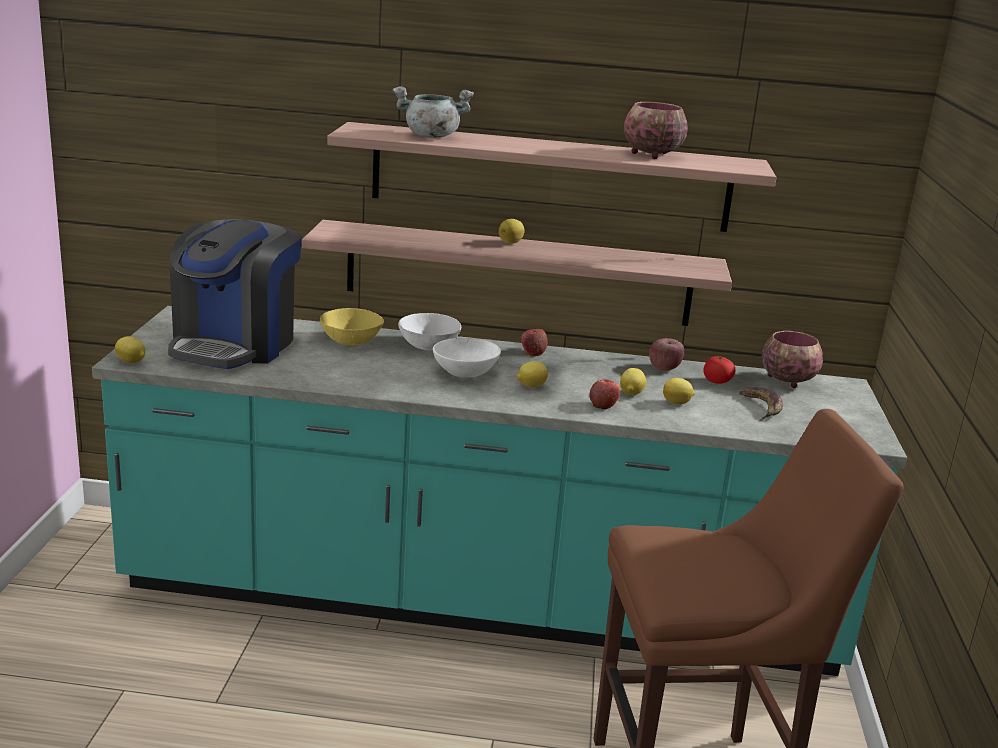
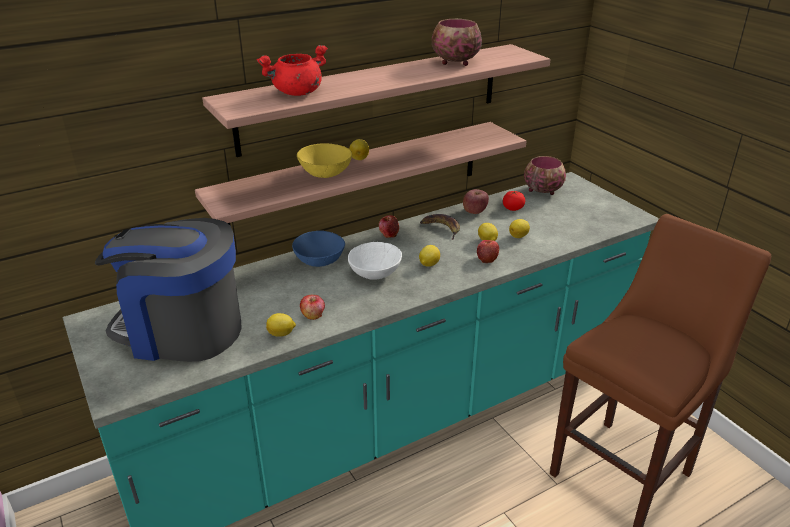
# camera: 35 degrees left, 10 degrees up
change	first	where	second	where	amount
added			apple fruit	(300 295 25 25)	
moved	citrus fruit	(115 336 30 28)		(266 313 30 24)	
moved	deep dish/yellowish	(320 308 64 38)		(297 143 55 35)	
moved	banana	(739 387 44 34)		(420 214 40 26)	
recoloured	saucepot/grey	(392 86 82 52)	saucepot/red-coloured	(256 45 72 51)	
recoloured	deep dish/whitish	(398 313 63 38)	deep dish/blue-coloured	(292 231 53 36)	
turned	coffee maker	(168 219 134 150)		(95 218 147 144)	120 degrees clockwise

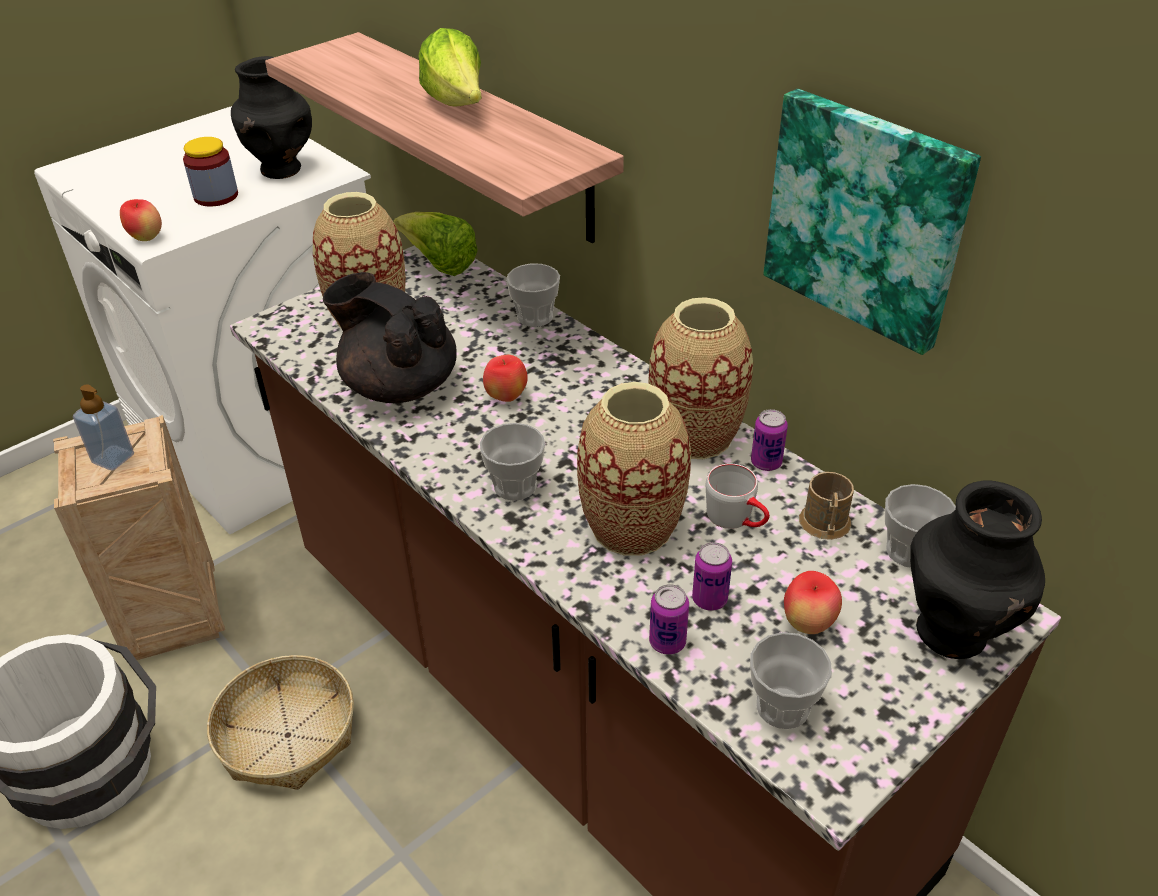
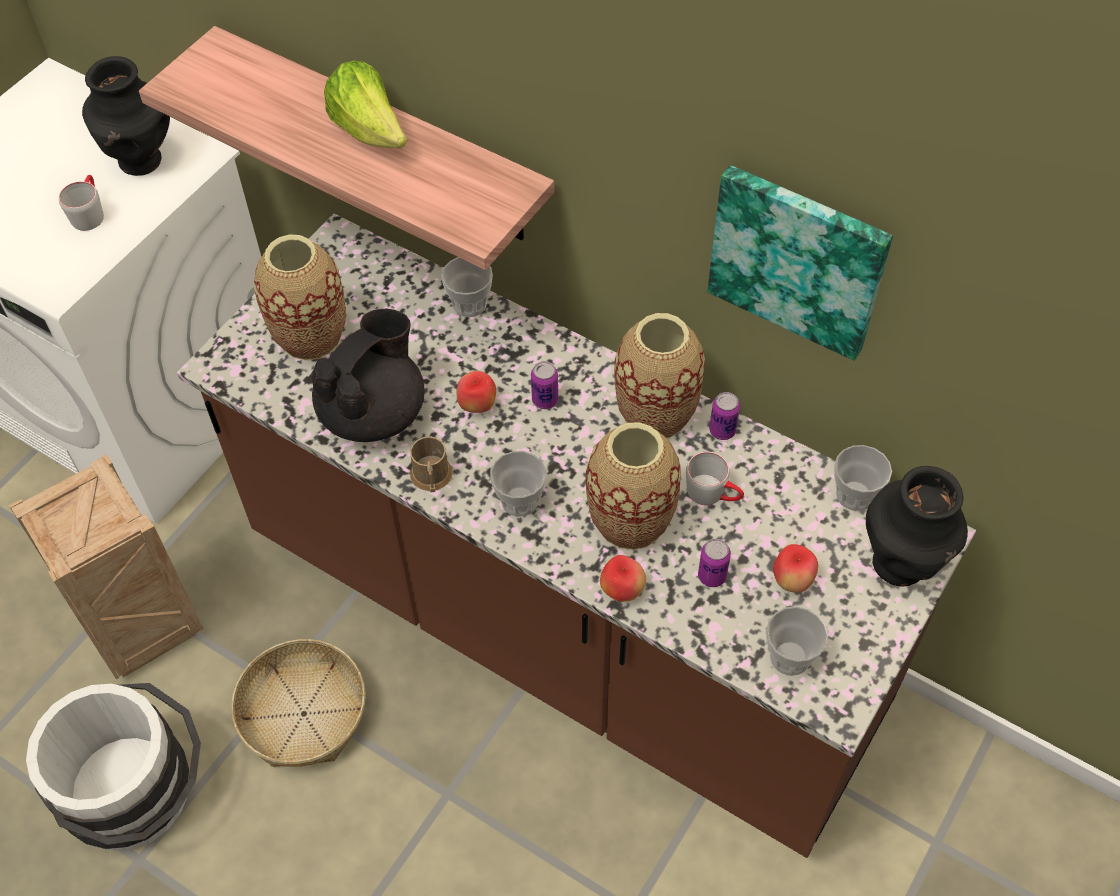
# camera: 15 degrees left, 15 degrees up
change	first	where	second	where	amount
removed	soap dispenser	(73 384 61 87)			
removed	head of lettuce	(393 212 85 64)			
moved	apple fruit	(120 199 42 42)		(600 555 46 47)	
moved	metal can	(649 584 40 71)		(531 361 27 48)	
moved	tea mug/brownish	(799 472 55 68)		(410 436 43 56)	
replaced	storage jar	(183 137 55 70)	tea mug/grey	(59 175 45 56)	
turned	tea pot/black-coloured	(323 272 134 131)		(311 308 113 134)	105 degrees clockwise

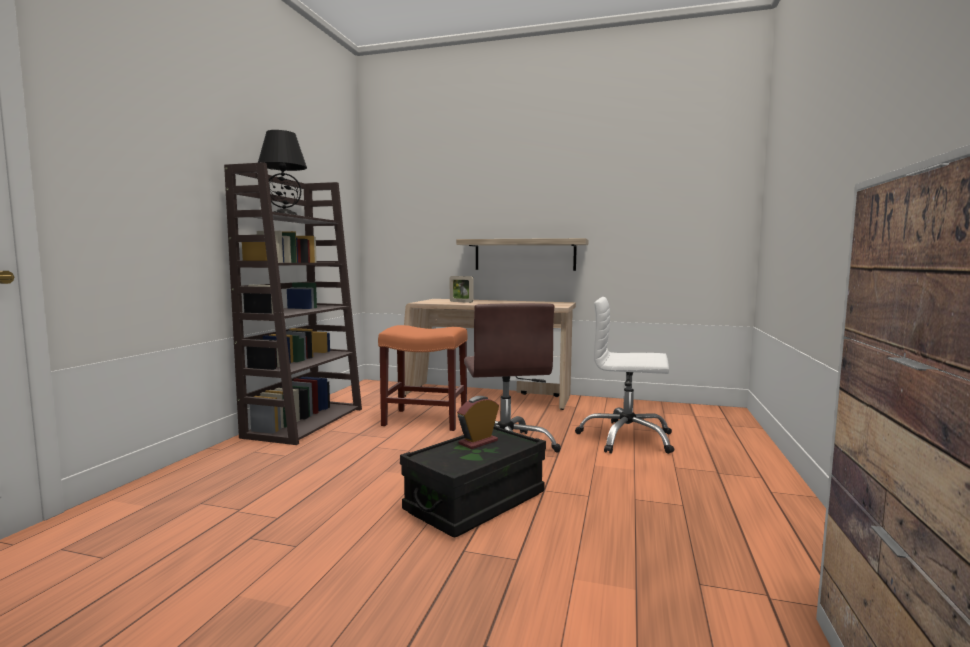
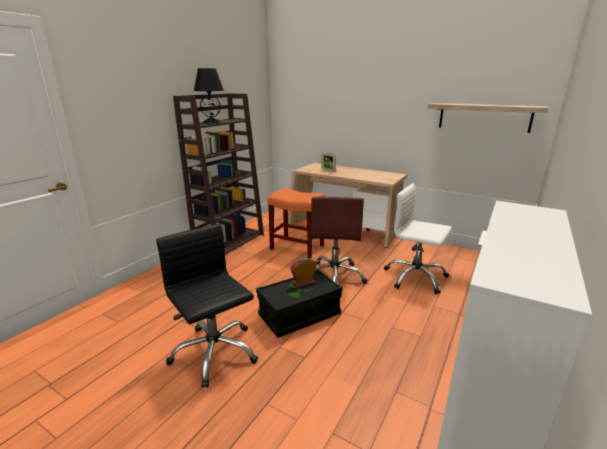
# camera: 15 degrees right, 15 degrees up
change	first	where	second	where	amount
added			office chair/black-coloured	(156 223 102 165)	
moved	wall shelf	(456 238 132 33)		(427 103 121 30)	

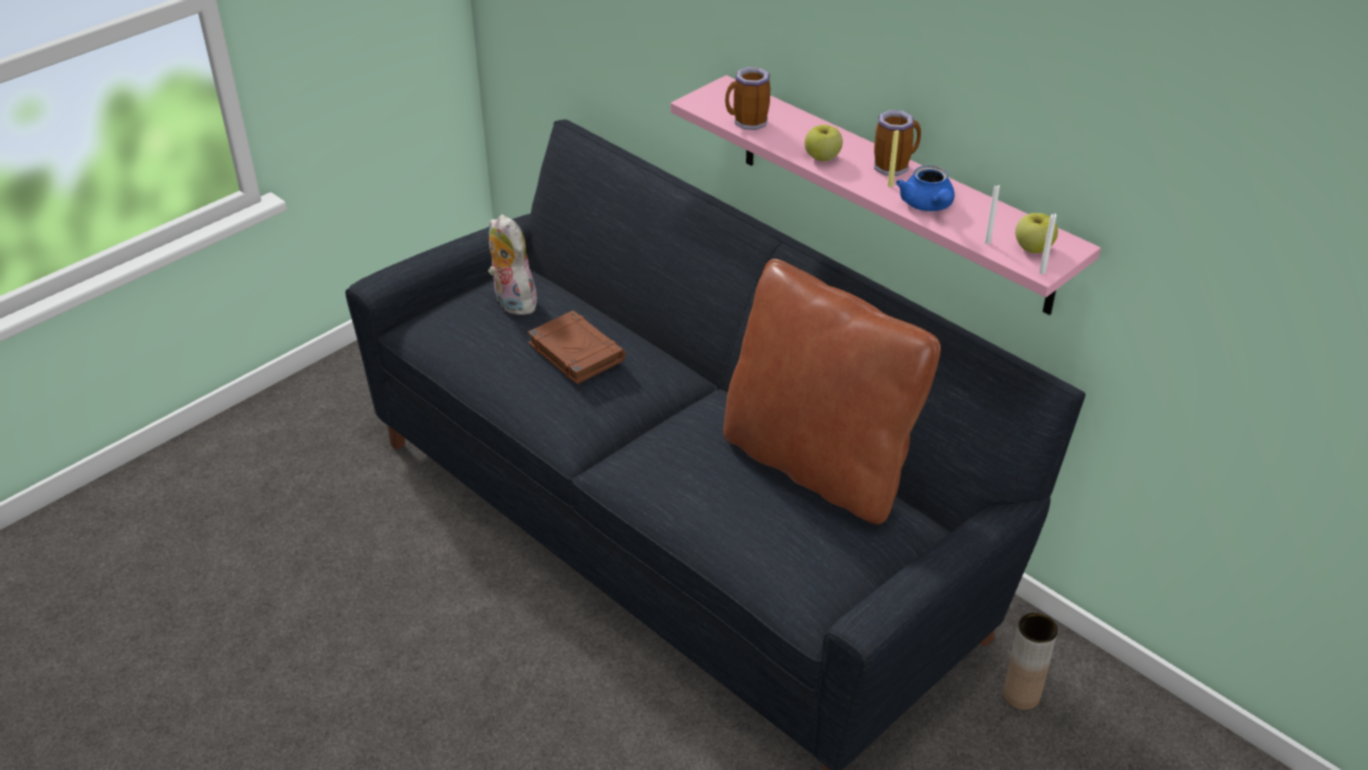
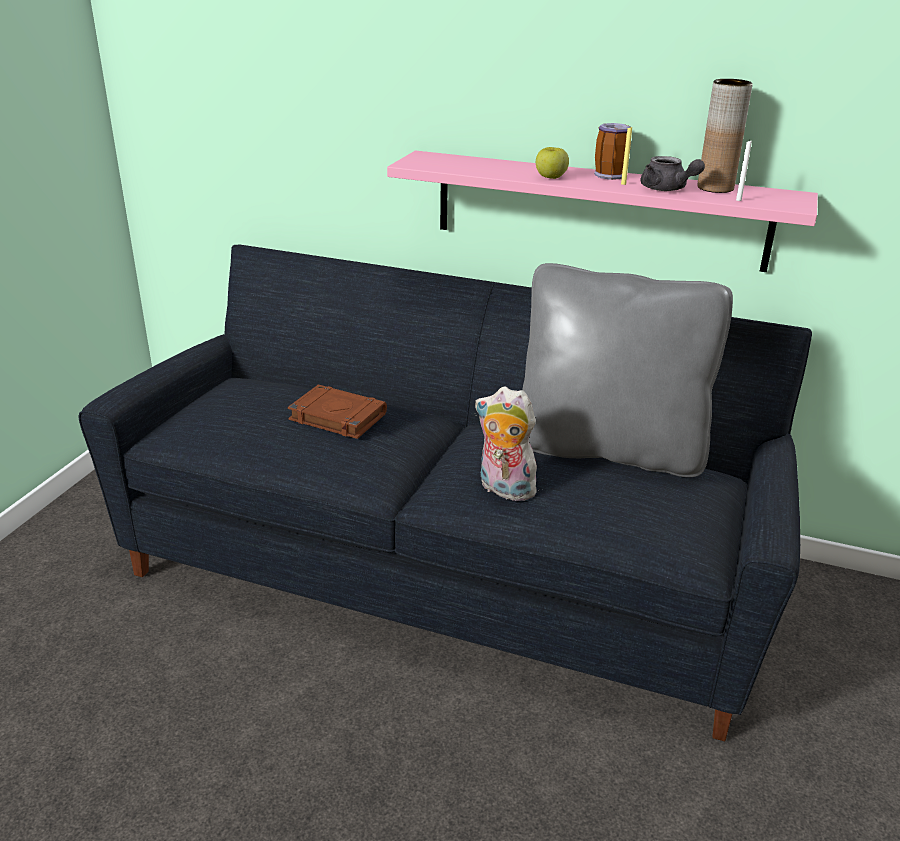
# camera: 25 degrees left, 10 degrees down
change	first	where	second	where	amount
removed	tea mug	(725 67 46 63)			
removed	apple fruit	(1015 213 43 40)			
removed	wax candle/whitish	(1039 213 18 61)			
moved	plush toy	(488 214 50 101)		(475 387 66 114)	
moved	flower vase/brownish	(1003 613 55 97)		(697 79 56 114)	
recoloured	cushion/brownish	(723 259 218 265)	cushion/grey	(522 263 211 214)	
recoloured	tea pot/blue-coloured	(896 165 59 46)	tea pot/grey	(640 156 65 35)	

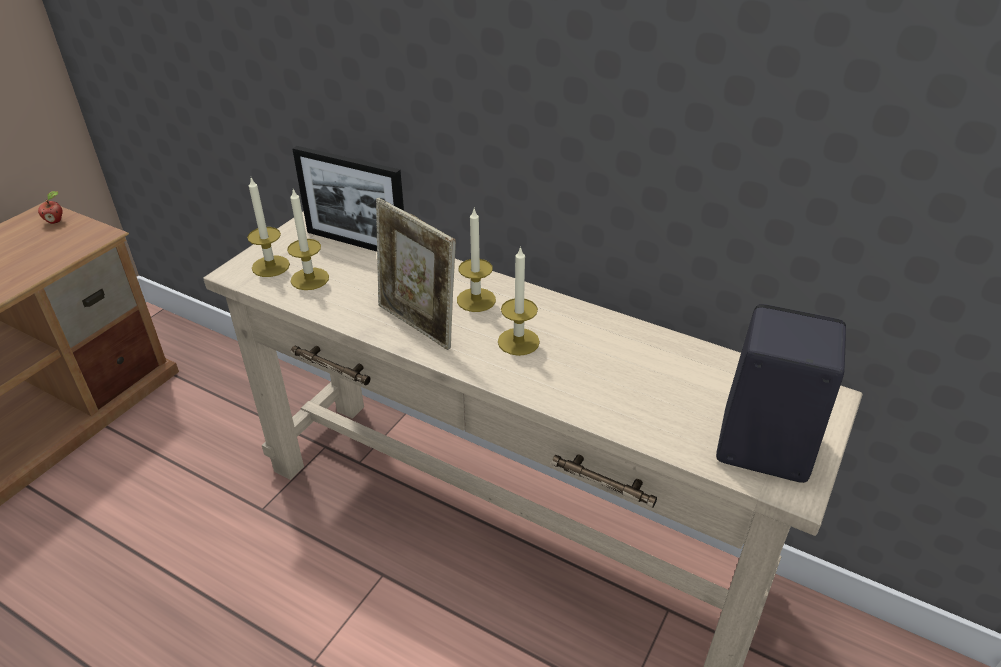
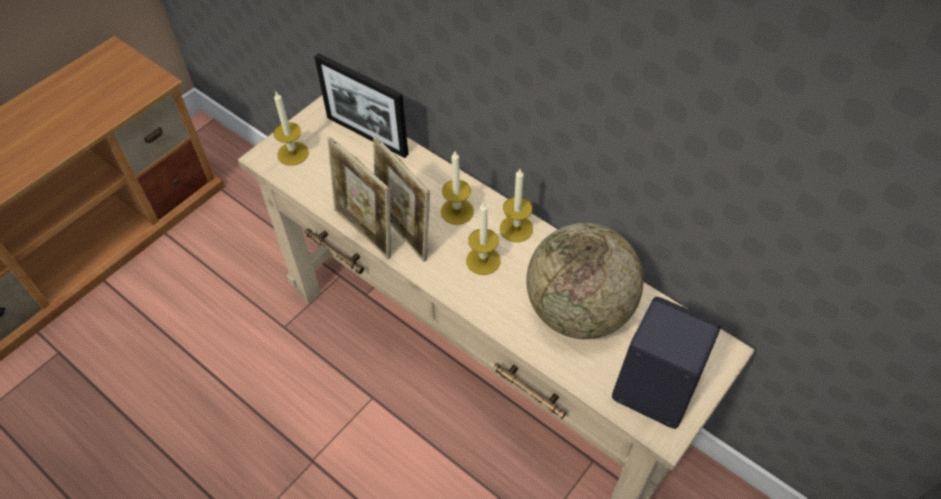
# camera: 10 degrees right, 15 degrees up
change	first	where	second	where	amount
removed	apple fruit	(38 191 25 33)			
added			photo frame	(328 137 63 122)	
added			globe	(526 223 117 116)	
moved	wax candle	(287 189 42 101)		(500 169 33 73)	

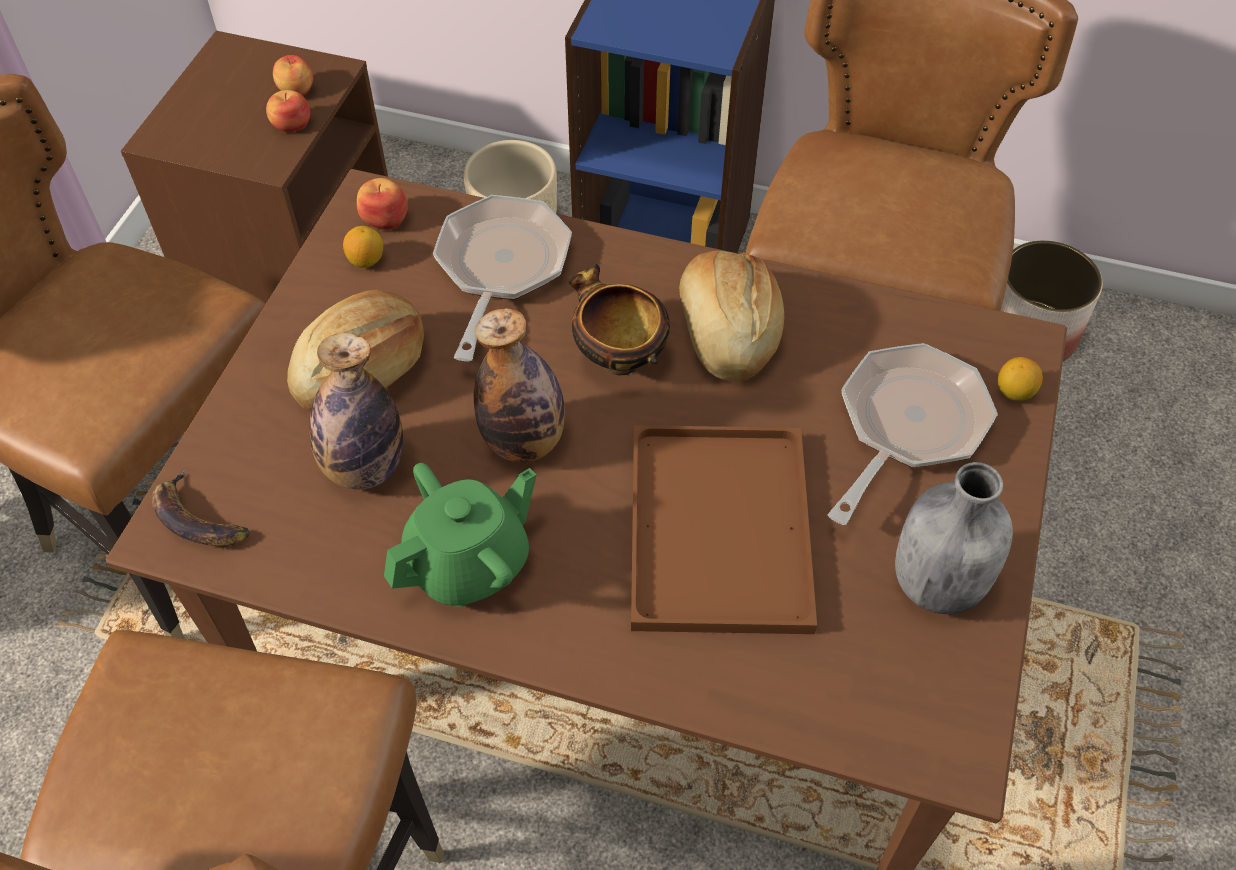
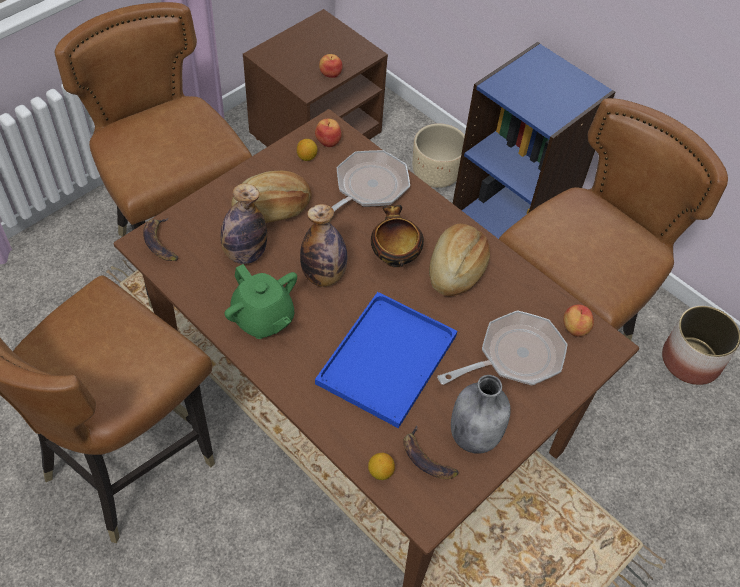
# camera: 25 degrees right, 0 degrees up
change	first	where	second	where	amount
added			banana	(403 426 56 53)	
moved	apple fruit	(273 55 40 41)		(563 305 31 32)	
moved	citrus fruit	(998 357 45 44)		(368 453 27 27)	
recoloured	carrying tray/brownish	(631 425 186 209)	carrying tray/blue-coloured	(315 292 142 137)	
turned	tea pot/green-coloured	(384 463 152 144)		(224 264 73 75)	60 degrees clockwise

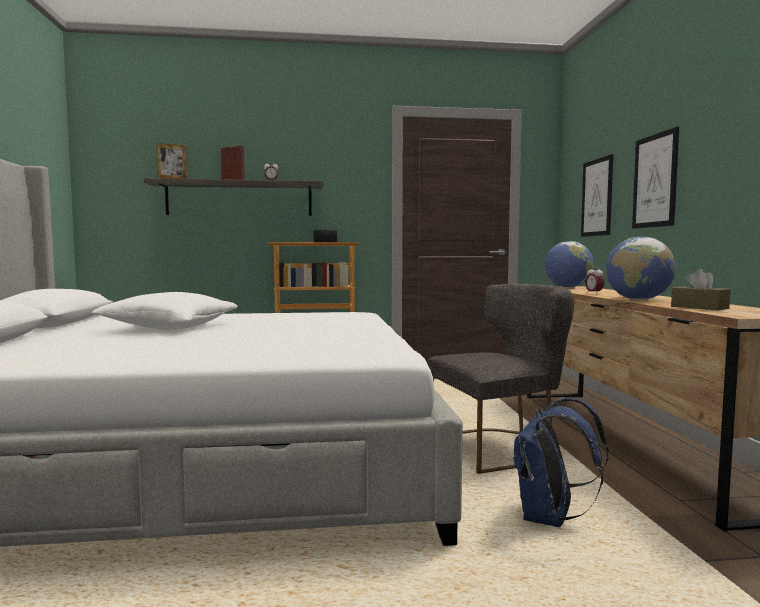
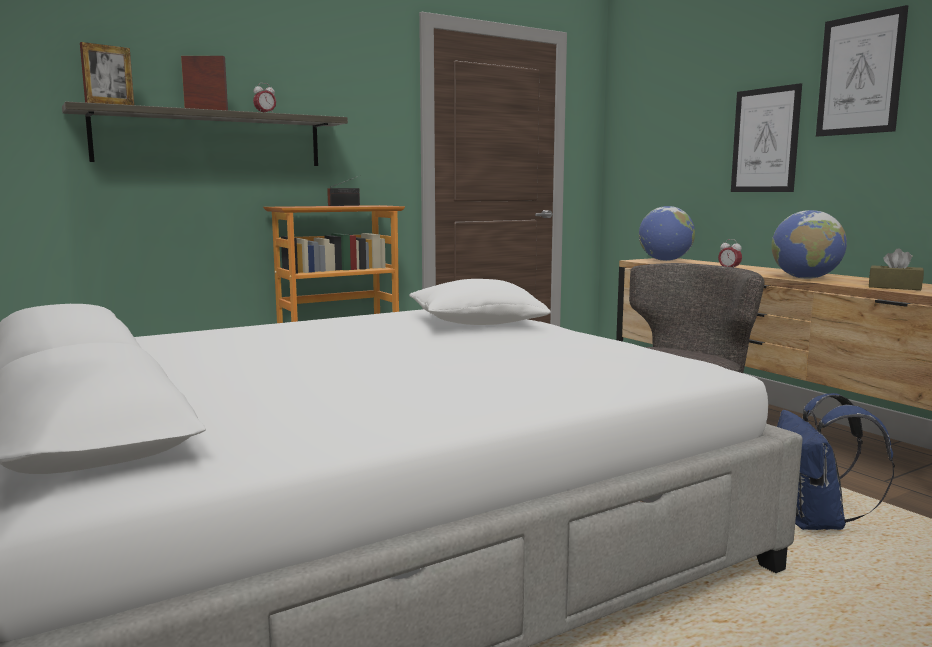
# camera: 25 degrees left, 5 degrees up
change	first	where	second	where	amount
moved	cushion/whitish	(92 292 146 38)		(409 279 142 46)	
moved	picture	(581 154 32 83)		(816 5 92 132)	

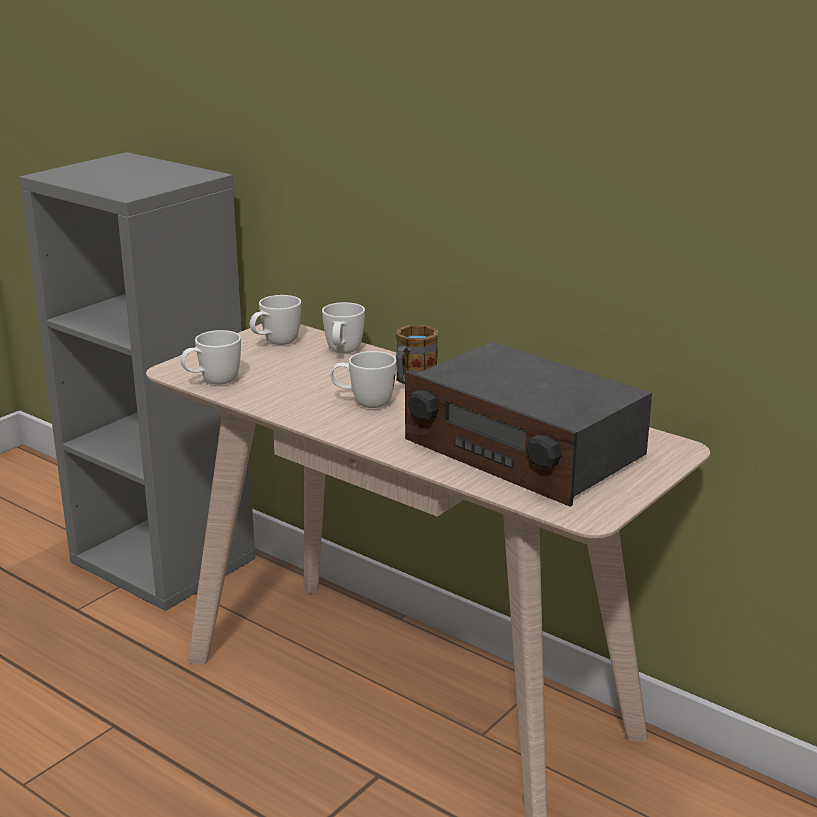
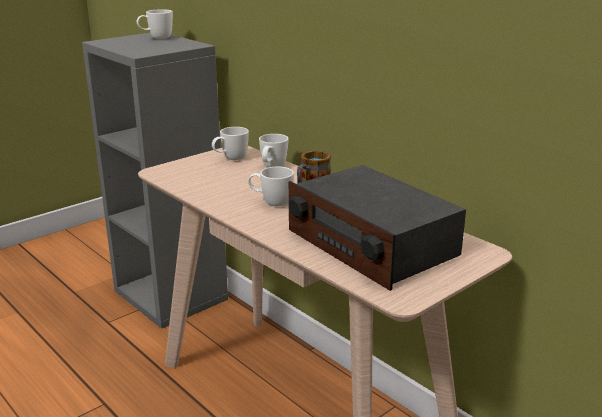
# camera: 10 degrees right, 0 degrees up
change	first	where	second	where	amount
moved	tea mug/whitish	(180 330 61 55)		(137 9 36 30)	

